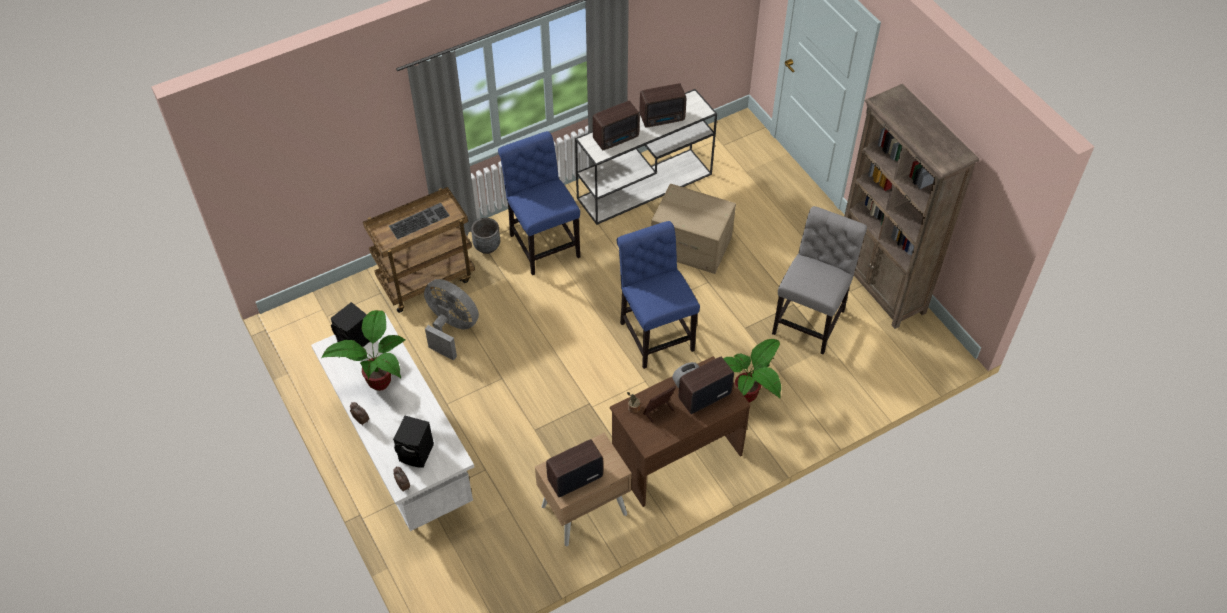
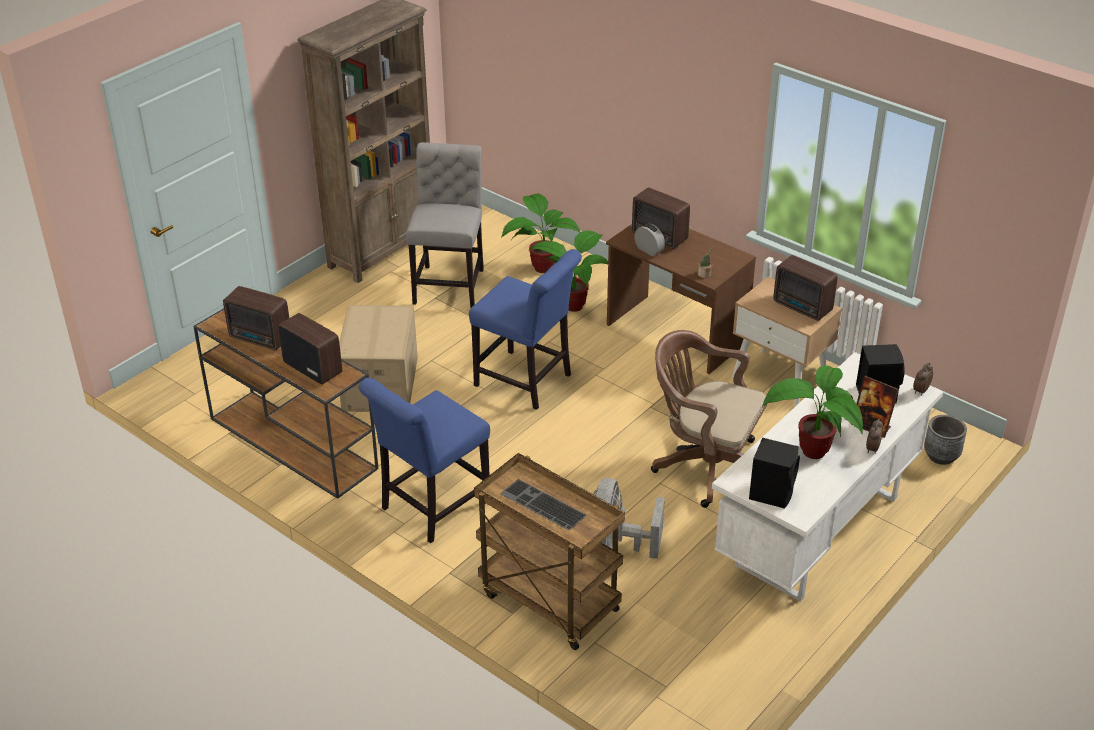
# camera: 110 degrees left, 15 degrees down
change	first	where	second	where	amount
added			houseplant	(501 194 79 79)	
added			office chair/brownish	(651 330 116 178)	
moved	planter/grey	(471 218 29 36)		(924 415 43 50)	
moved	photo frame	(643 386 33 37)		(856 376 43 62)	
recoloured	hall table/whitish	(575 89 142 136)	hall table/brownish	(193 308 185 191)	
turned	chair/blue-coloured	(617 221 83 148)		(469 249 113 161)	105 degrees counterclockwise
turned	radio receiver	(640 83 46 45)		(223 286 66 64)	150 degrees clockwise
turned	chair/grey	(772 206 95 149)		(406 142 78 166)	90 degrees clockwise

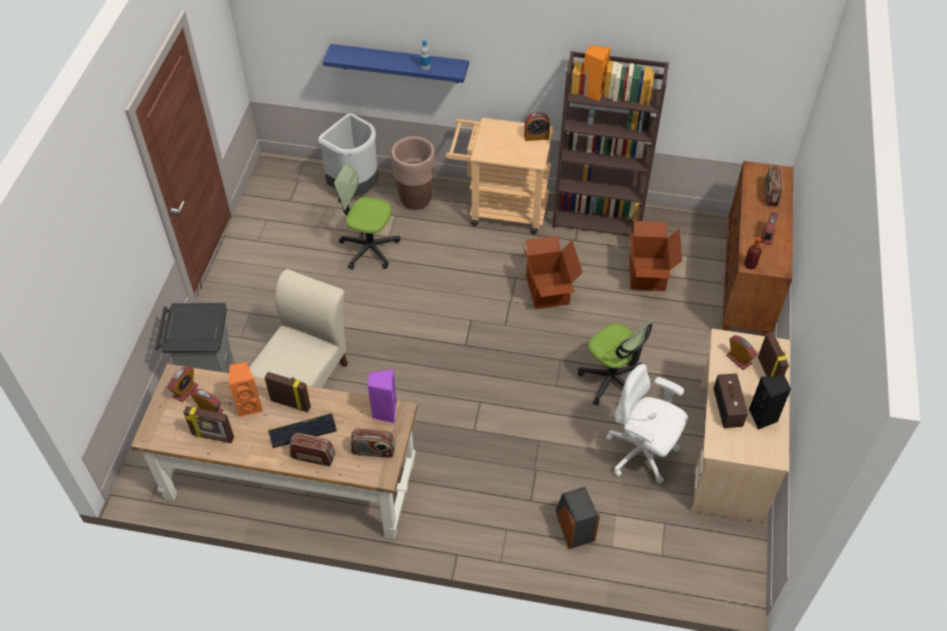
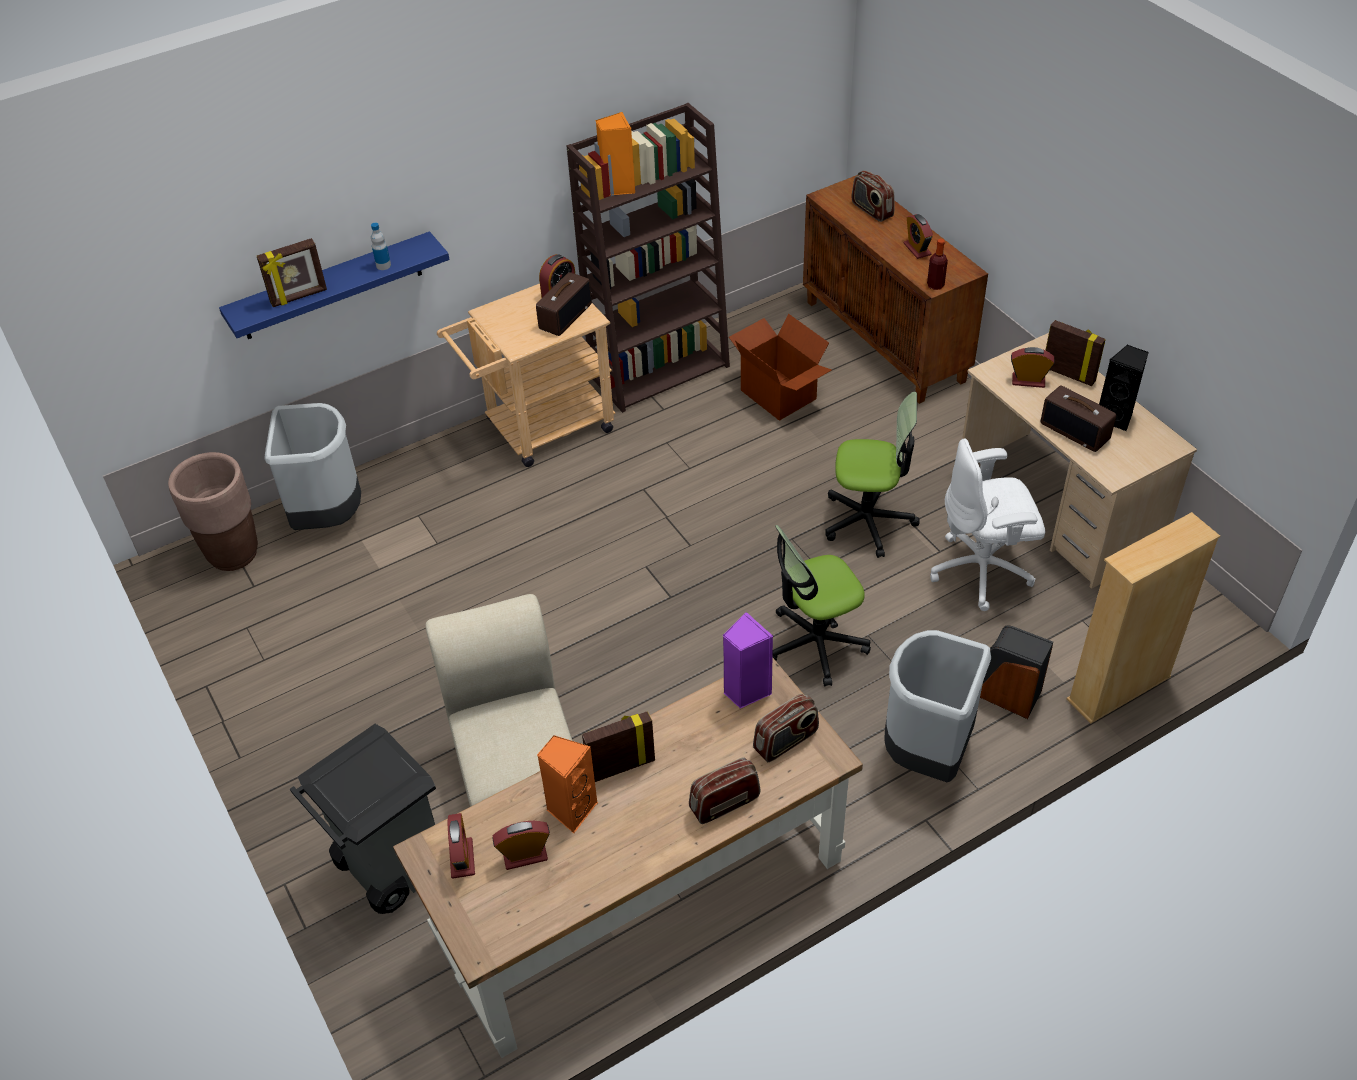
# camera: 40 degrees left, 5 degrees down
change	first	where	second	where	amount
removed	computer keyboard	(268 413 69 35)			
removed	carton	(523 236 60 73)			
added			radio receiver	(536 272 56 64)	
added			trash can/grey	(884 630 107 152)	
added			bookshelf/beige-coloured	(1066 512 154 212)	
moved	photo frame	(183 406 51 37)		(257 238 70 69)	
moved	office chair	(334 163 66 107)		(772 525 99 161)	
moved	planter/brownish	(391 136 44 74)		(168 452 90 119)	

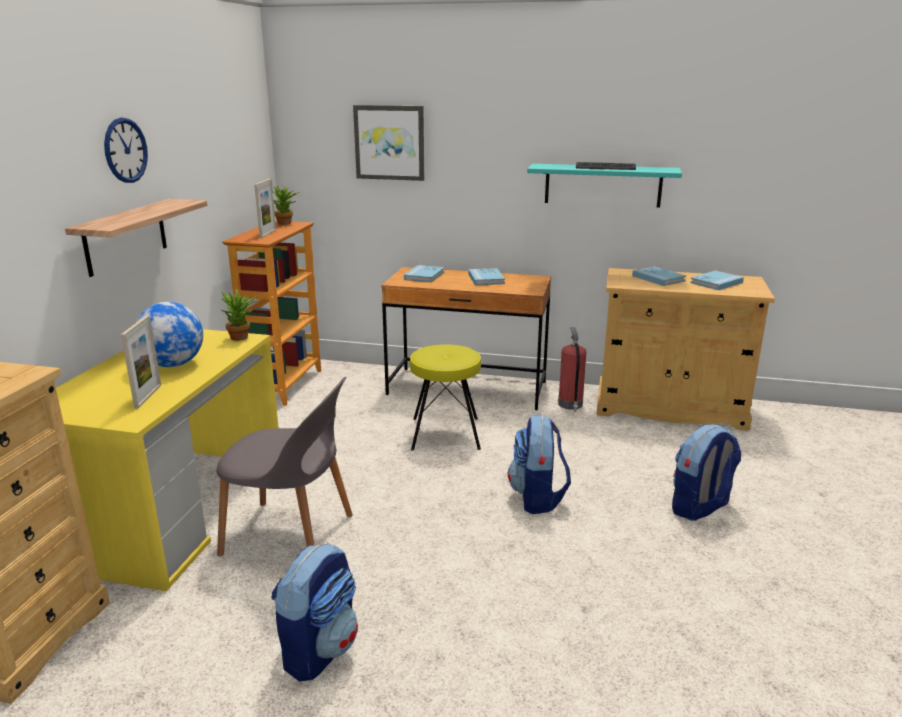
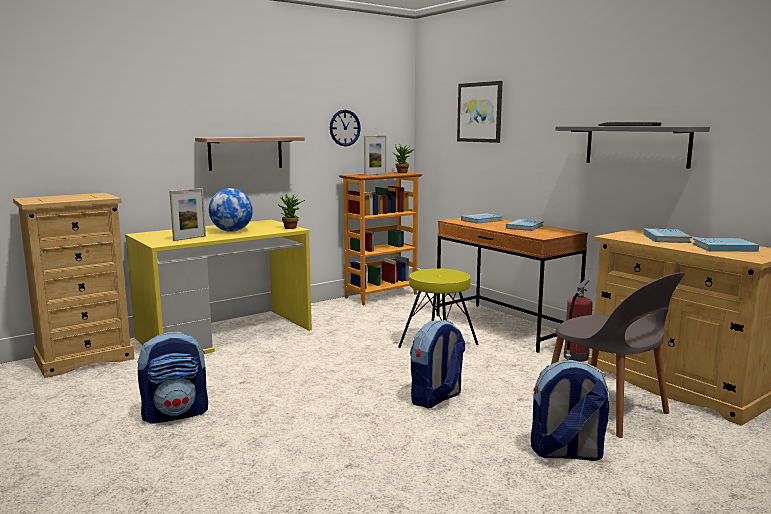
# camera: 40 degrees right, 10 degrees down
change	first	where	second	where	amount
moved	wall clock	(104 118 44 65)		(330 110 31 36)	
moved	chair/grey	(216 377 137 179)		(551 273 134 165)	
recoloured	wall shelf/turquoise	(527 164 155 44)	wall shelf/grey	(555 126 155 43)	

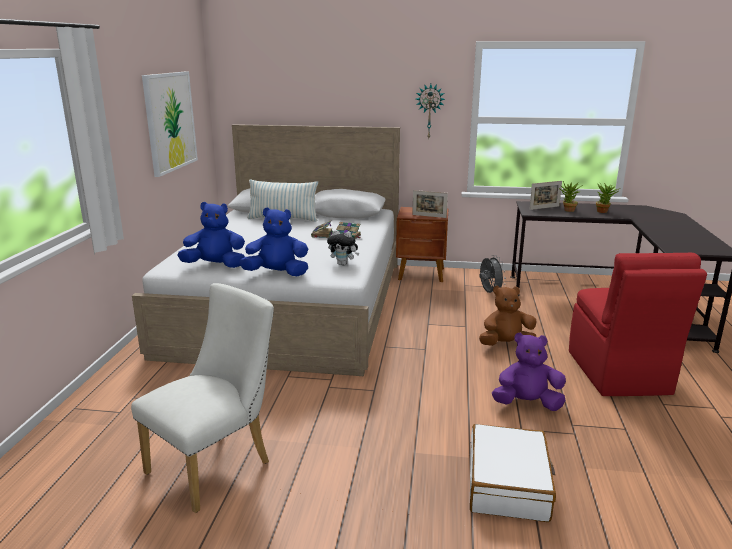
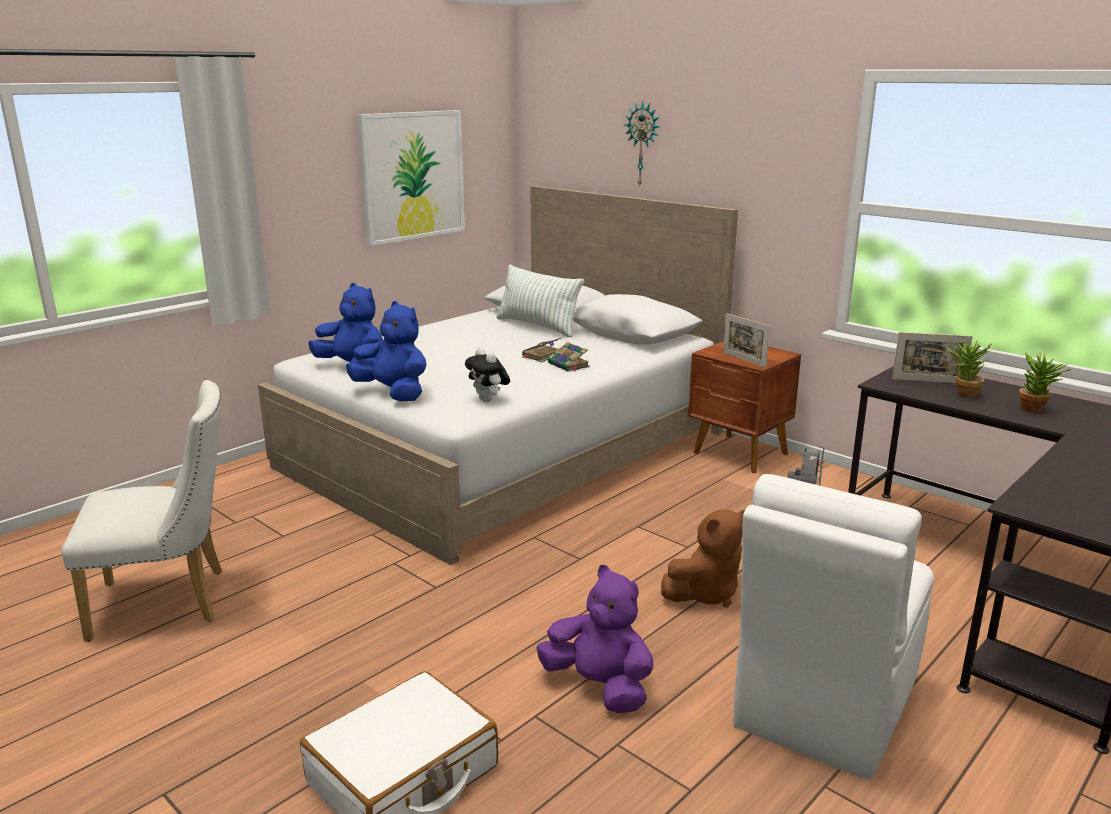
# camera: 35 degrees right, 0 degrees up
change	first	where	second	where	amount
moved	wall clock	(416 84 29 54)		(624 102 36 85)	
recoloured	chair/red-coloured	(569 253 138 143)	chair/whitish	(733 474 201 306)	
turned	plush toy/brownish	(479 285 57 61)		(661 509 84 98)	120 degrees clockwise

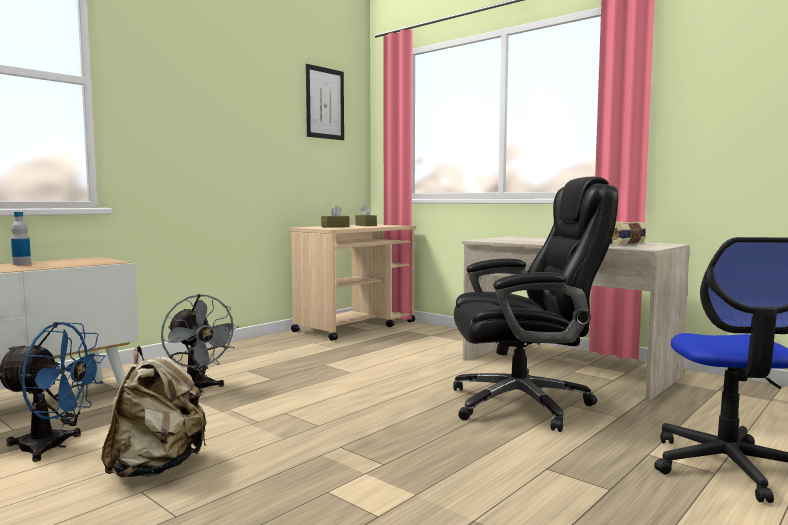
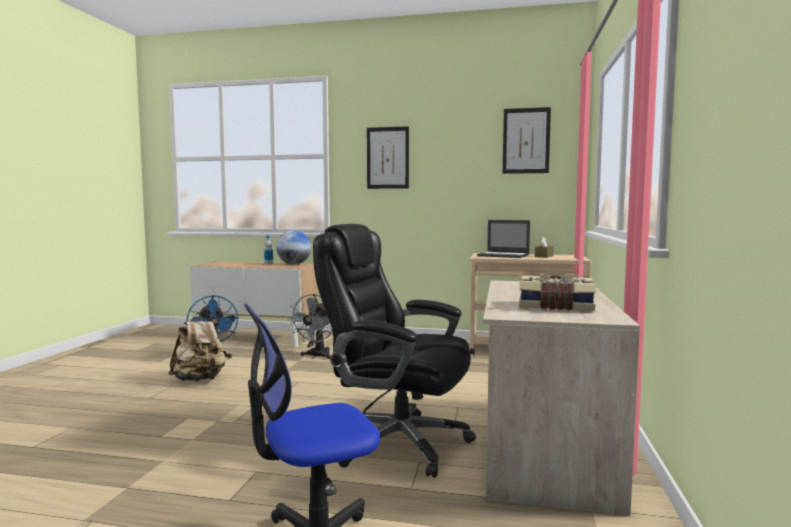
# camera: 60 degrees right, 0 degrees up
change	first	where	second	where	amount
added			globe	(276 230 35 35)	
added			picture	(367 126 42 63)	
replaced	tissue box/brownish	(321 205 29 23)	laptop	(477 220 53 38)	
turned	office chair/black-coloured	(453 177 165 255)		(313 224 163 254)	150 degrees clockwise

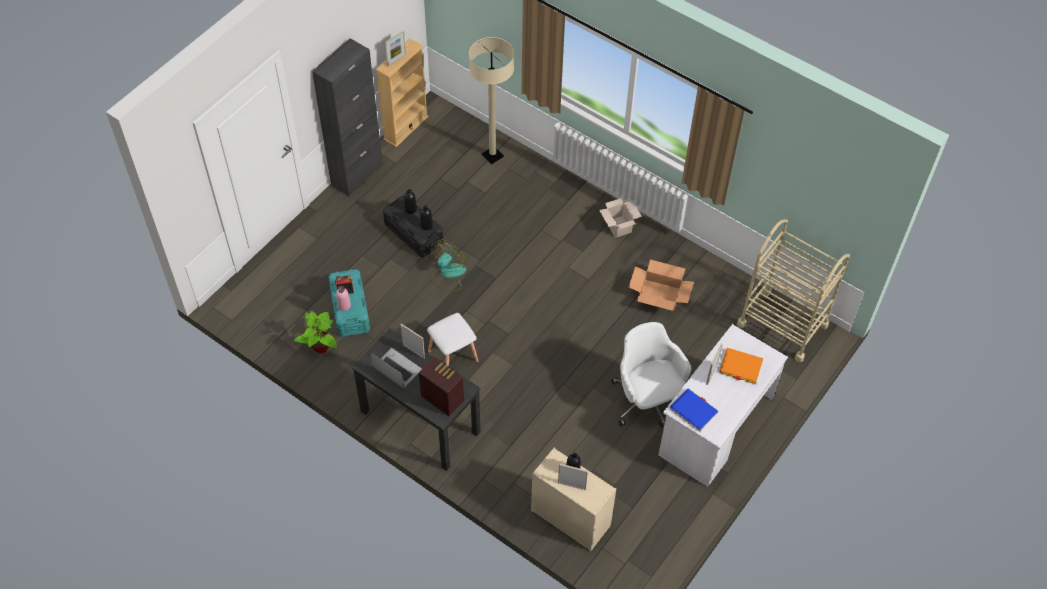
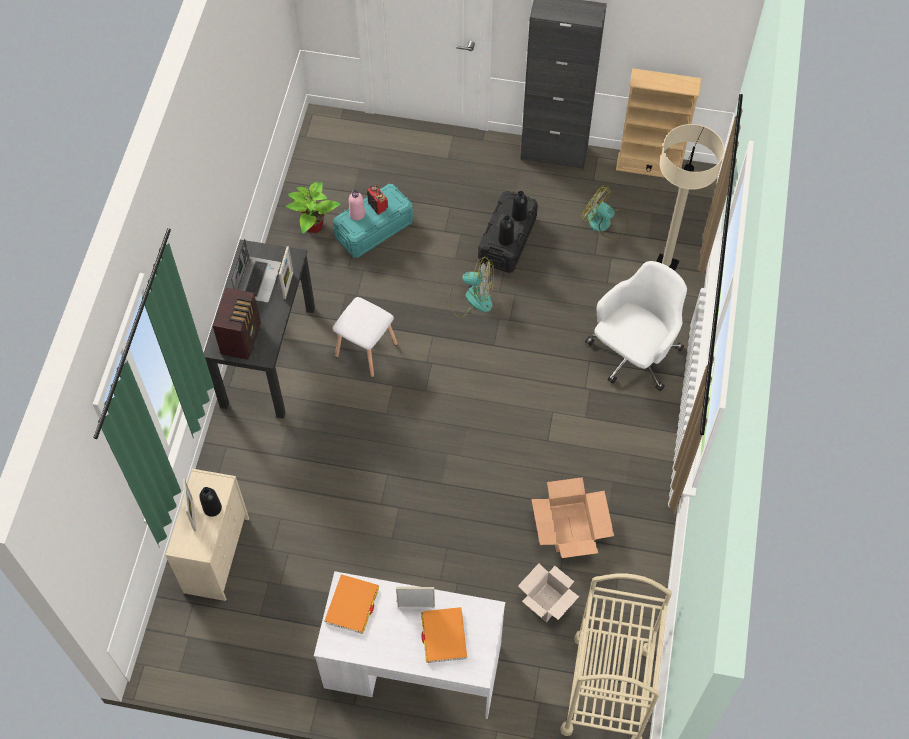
# camera: 65 degrees right, 5 degrees up
change	first	where	second	where	amount
removed	photo frame	(385 31 21 36)			
added			electric fan	(581 185 47 54)	
moved	carton	(599 198 43 40)		(518 563 61 59)	
moved	office chair/whitish	(611 322 80 105)		(585 261 102 130)	
recoloured	bound book/blue-coloured	(670 389 48 43)	bound book/orange-coloured	(324 574 55 60)	

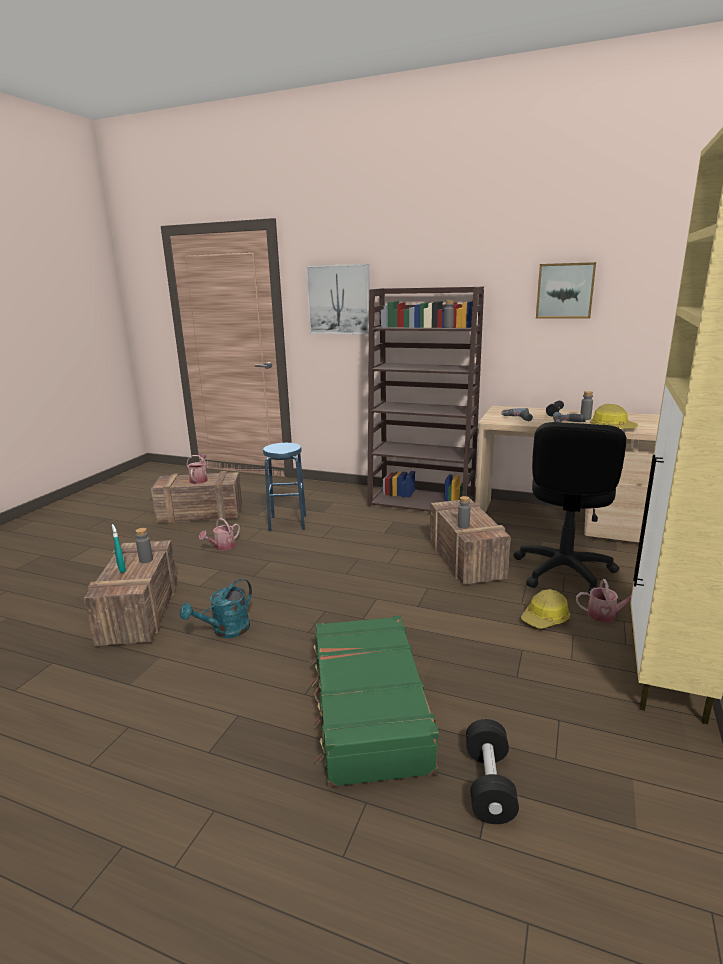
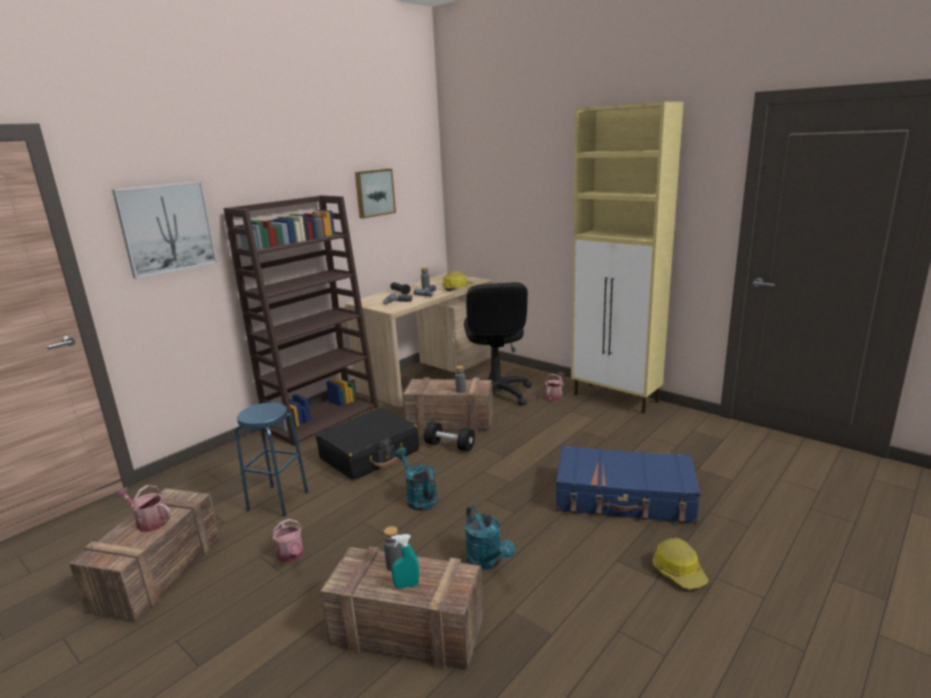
# camera: 70 degrees left, 0 degrees up
change	first	where	second	where	amount
added			suitcase/black-coloured	(316 408 103 72)	
added			watering can/turquoise	(395 447 43 64)	
moved	free weight/black-coloured	(466 719 53 105)		(424 422 51 30)	
moved	safety helmet	(521 589 49 40)		(652 538 56 51)	
recoloured	suitcase/green-coloured	(311 616 128 171)	suitcase/blue-coloured	(556 445 145 79)	
turned	office chair/black-coloured	(513 422 114 172)		(464 282 68 124)	45 degrees clockwise

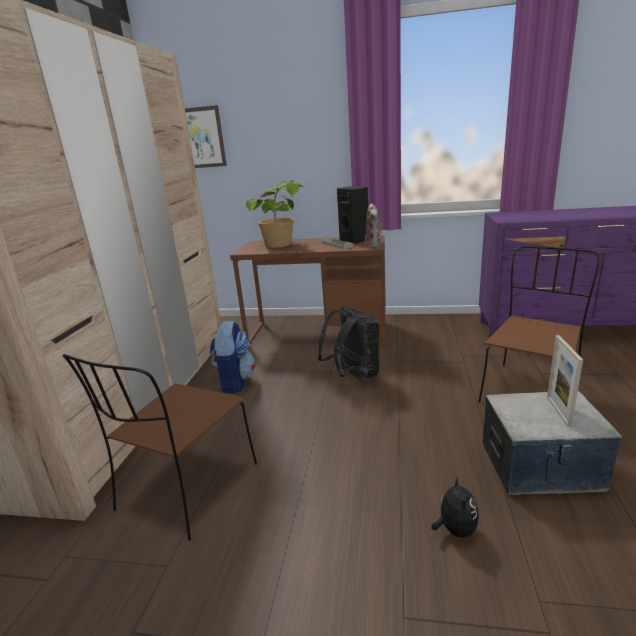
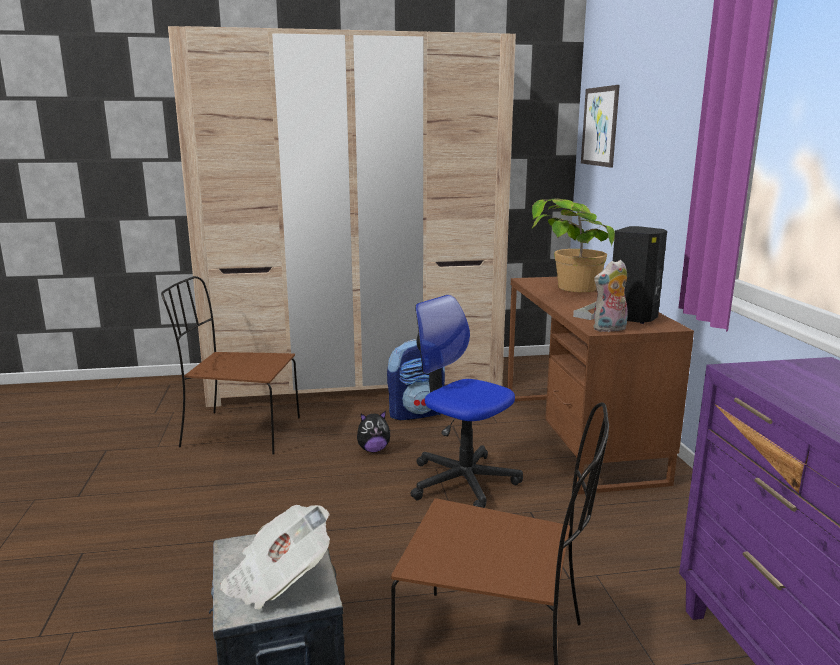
# camera: 70 degrees right, 5 degrees down
change	first	where	second	where	amount
moved	plush toy	(431 477 48 61)		(357 411 33 42)	
replaced	rucksack/black-coloured	(318 307 61 75)	office chair	(411 295 112 213)	
replaced	photo frame	(547 335 36 92)	printed paper	(220 505 110 104)	

